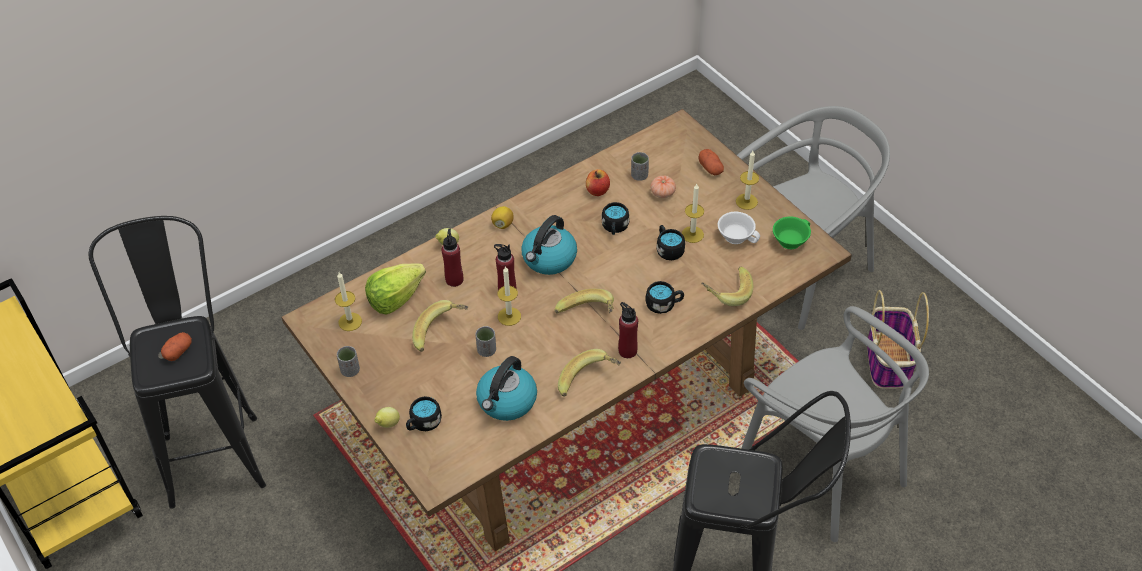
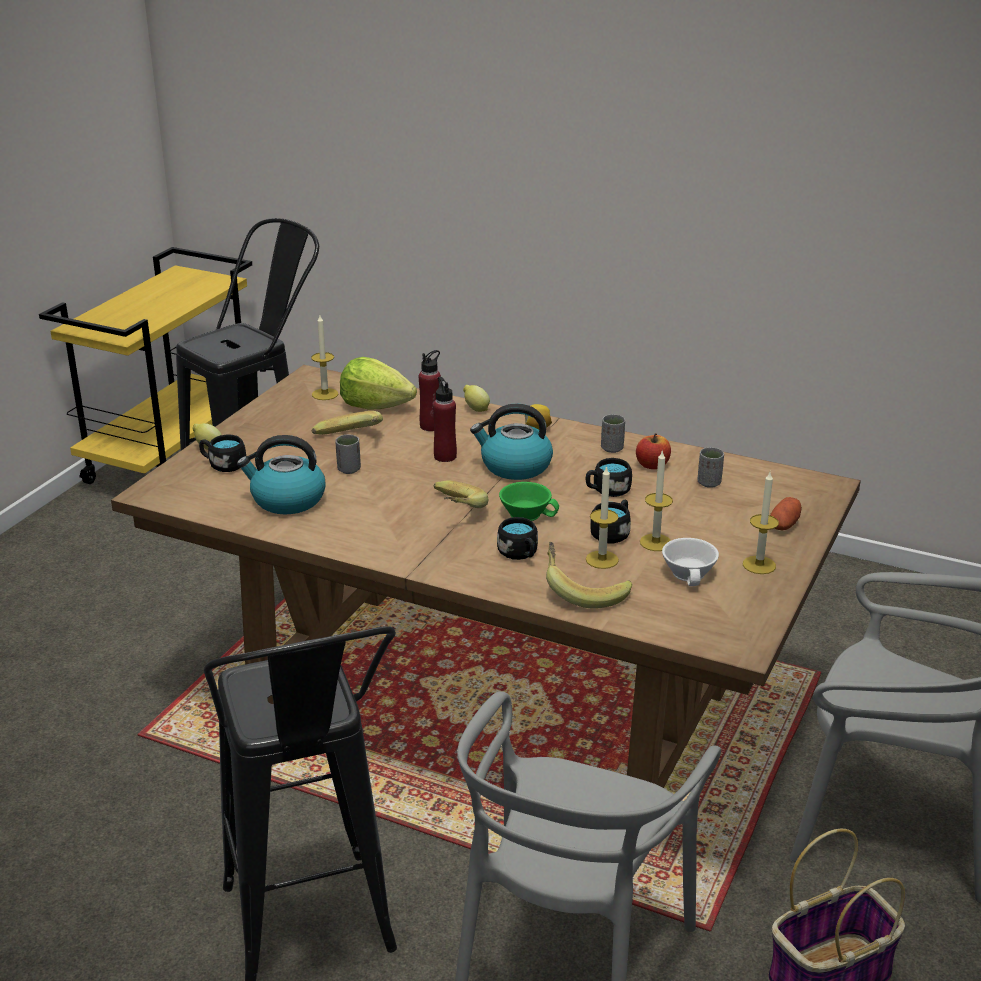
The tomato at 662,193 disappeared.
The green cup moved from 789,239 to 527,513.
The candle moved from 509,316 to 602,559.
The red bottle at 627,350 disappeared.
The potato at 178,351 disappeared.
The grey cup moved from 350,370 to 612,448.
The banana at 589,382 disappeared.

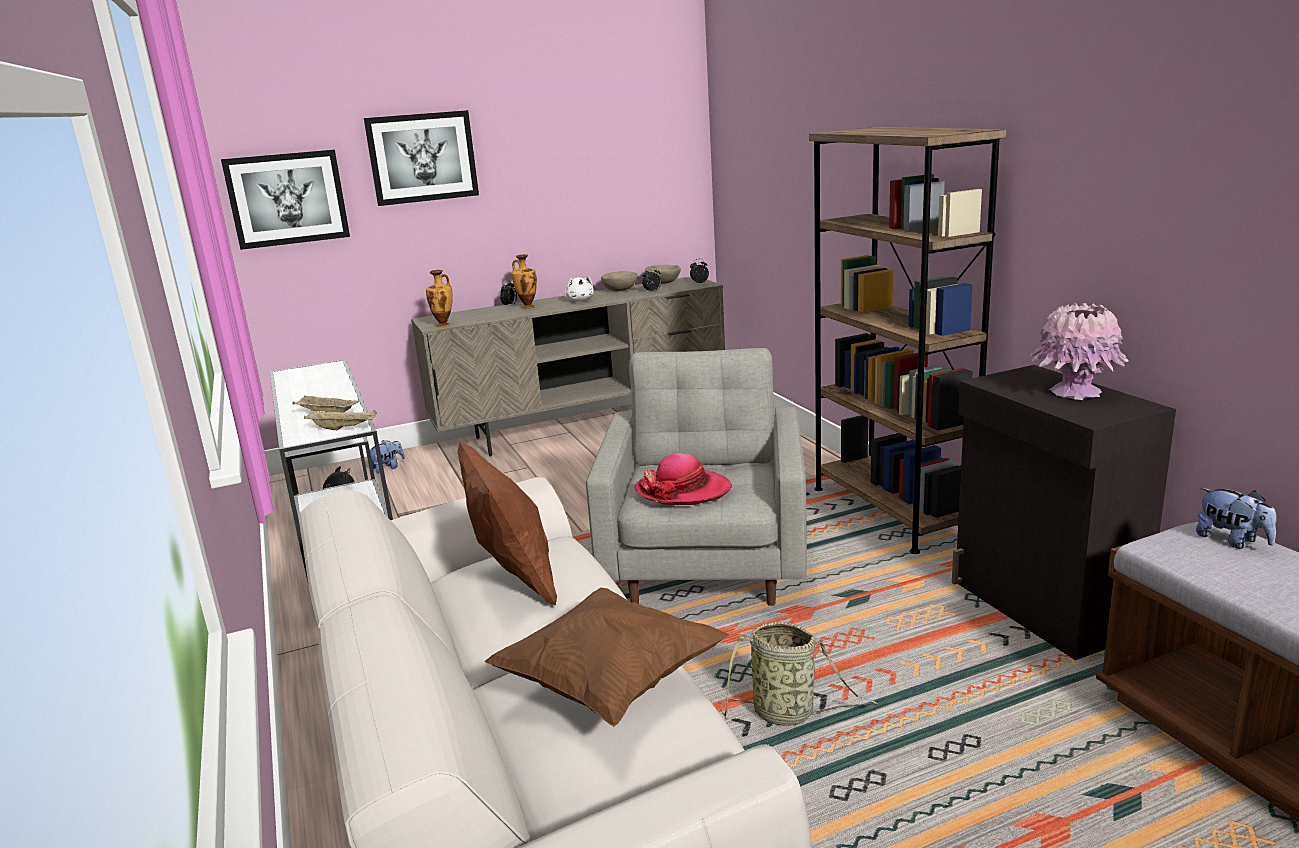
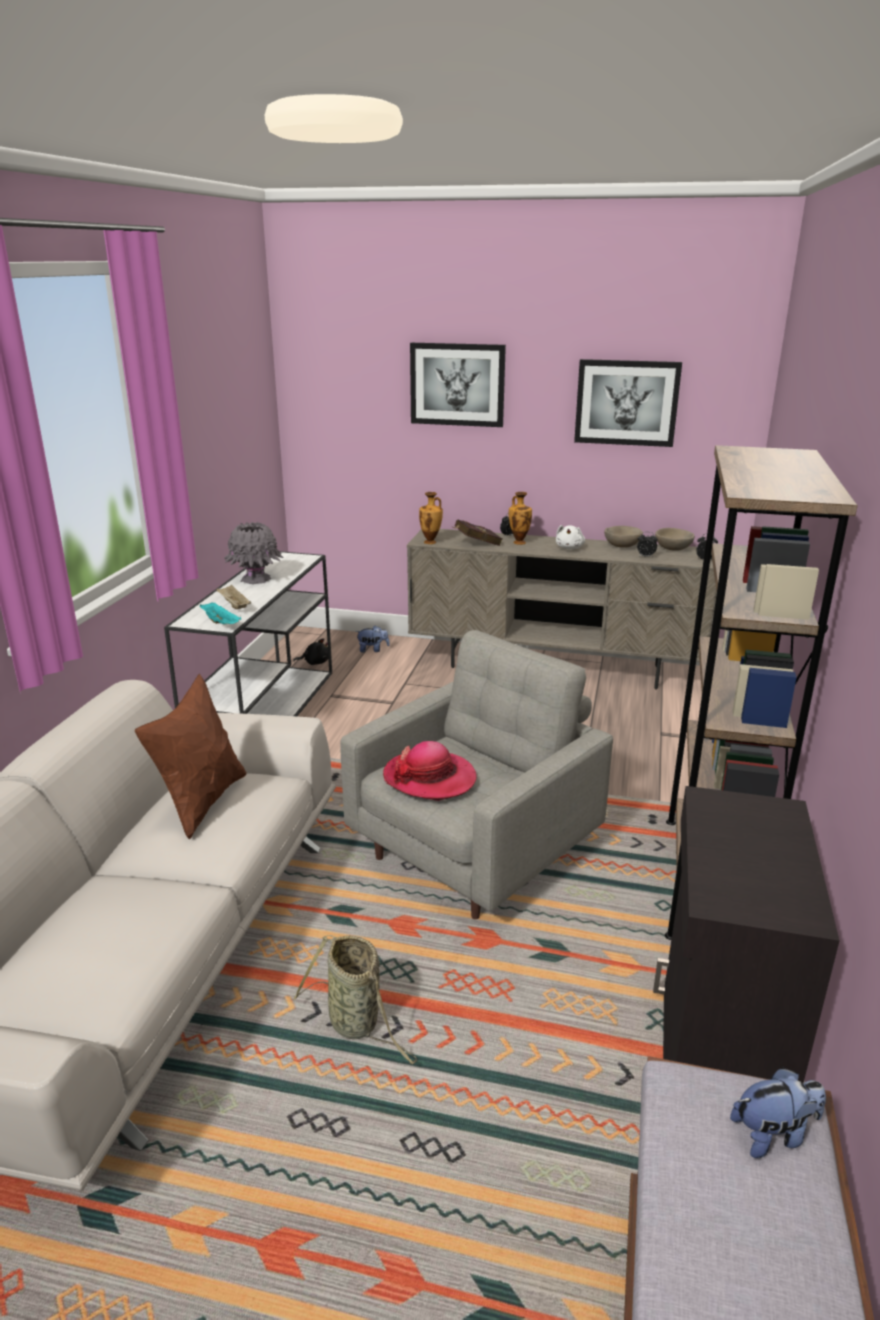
The picture moved from 287,199 to 626,402.
The pink vase at 1074,392 disappeared.
The beige tray at 344,428 became the turquoise tray at 221,623.
The plush toy at 1232,541 turned 105 degrees counterclockwise.
The brown pillow at 610,683 disappeared.
The red book at 475,544 appeared.
The grey vase at 255,579 appeared.

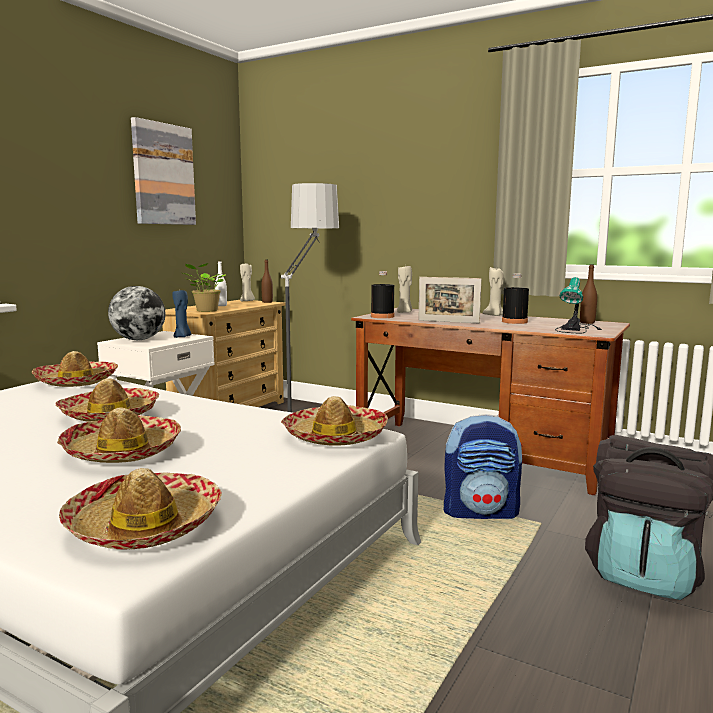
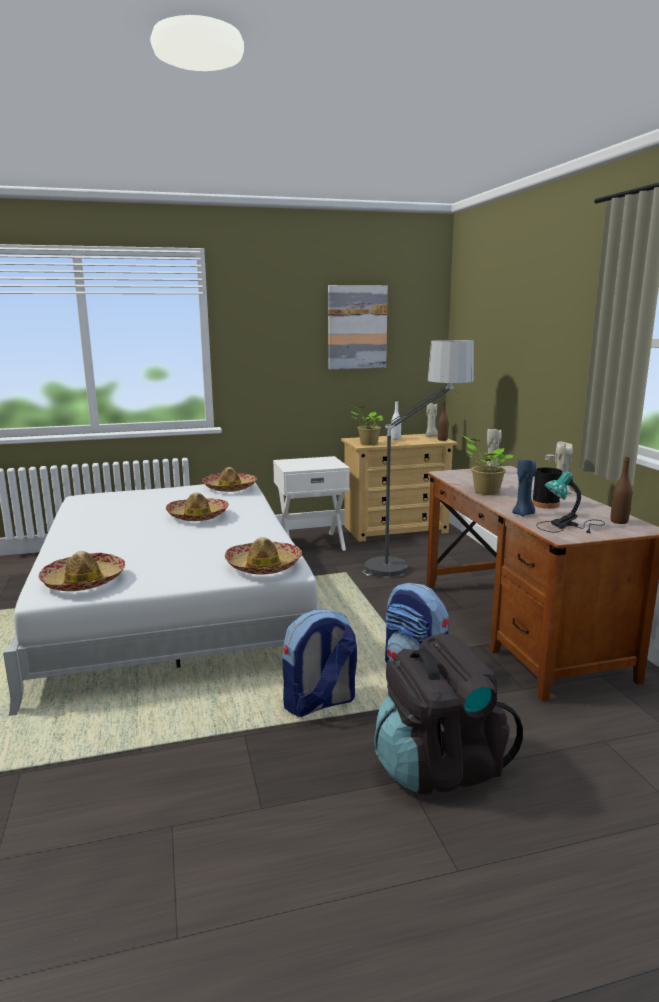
The black bottle at 382,316 disappeared.
The picture frame at 448,322 was replaced by the potted plant at 484,492.
The globe at 138,340 disappeared.
The blue candle moved from 182,337 to 523,514.
The hat at 122,451 disappeared.
The backpack at 319,704 appeared.

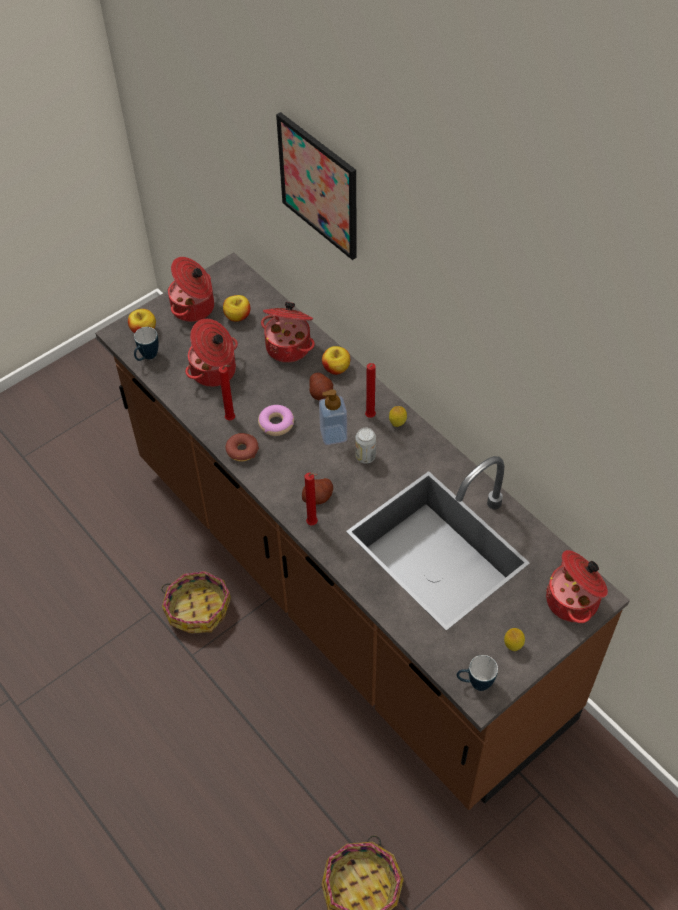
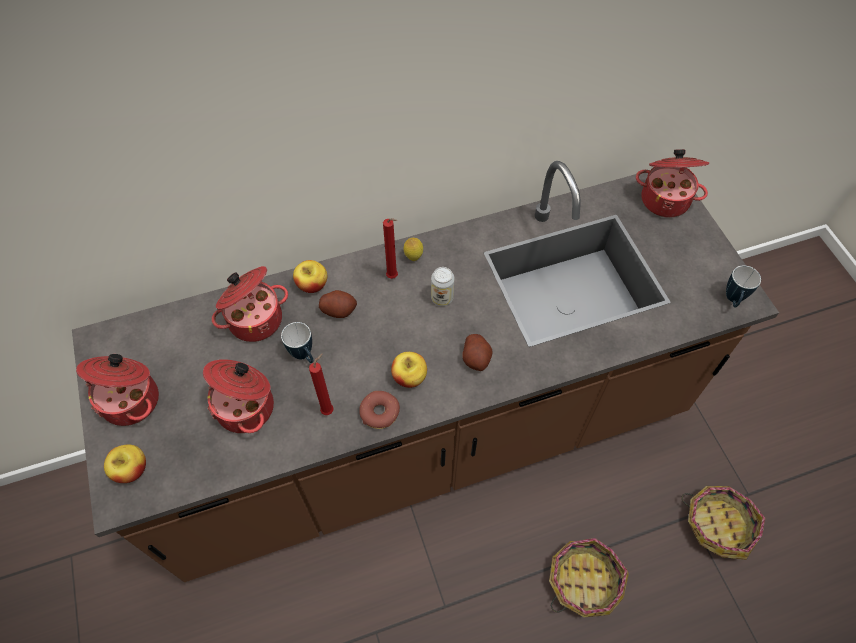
The picture at 319,186 disappeared.
The apple moved from 237,316 to 409,377.
The mug moved from 147,357 to 304,356.
The soap dispenser at 333,435 disappeared.
The donut at 276,424 disappeared.
The red candle at 313,524 disappeared.
The basket moved from 198,608 to 583,581.
The lemon at 512,646 disappeared.

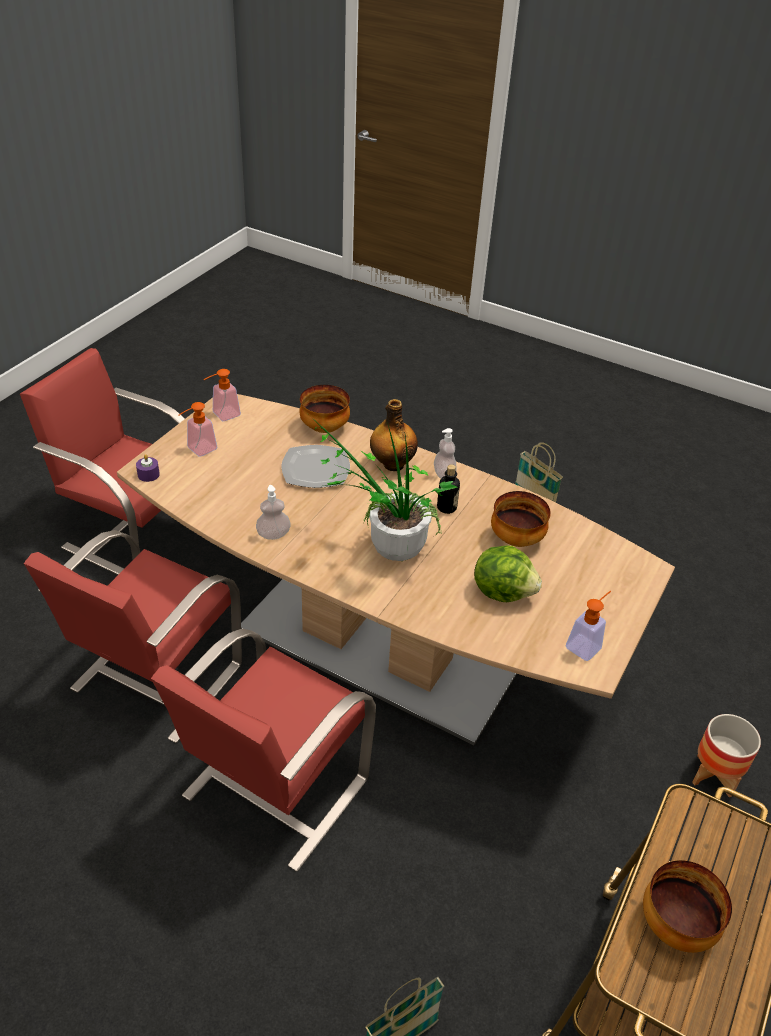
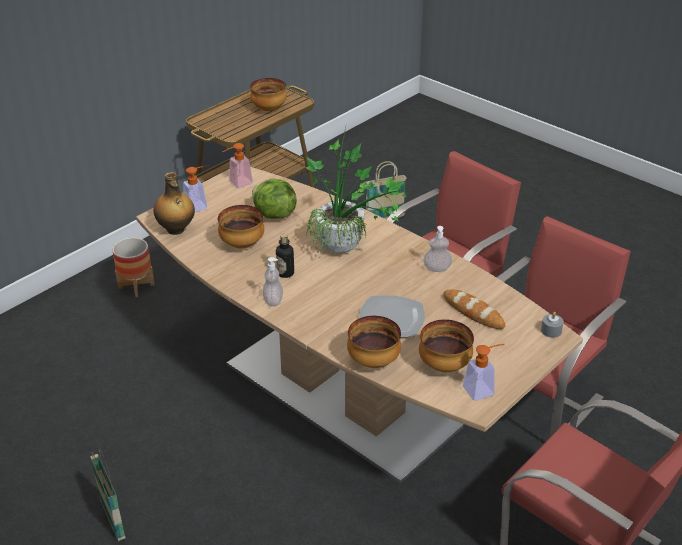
The bottle moved from 392,464 to 176,230.
The soap dispenser moved from 198,450 to 199,206.
The purple candle at 148,474 became the grey candle at 551,330.
The bread at 473,312 appeared.
The bowl at 444,366 appeared.

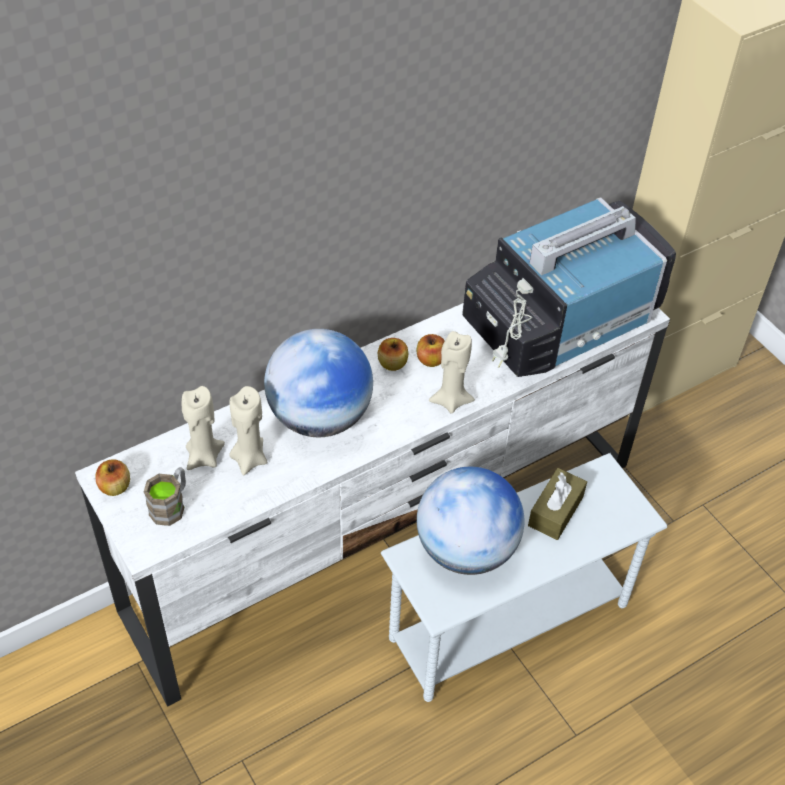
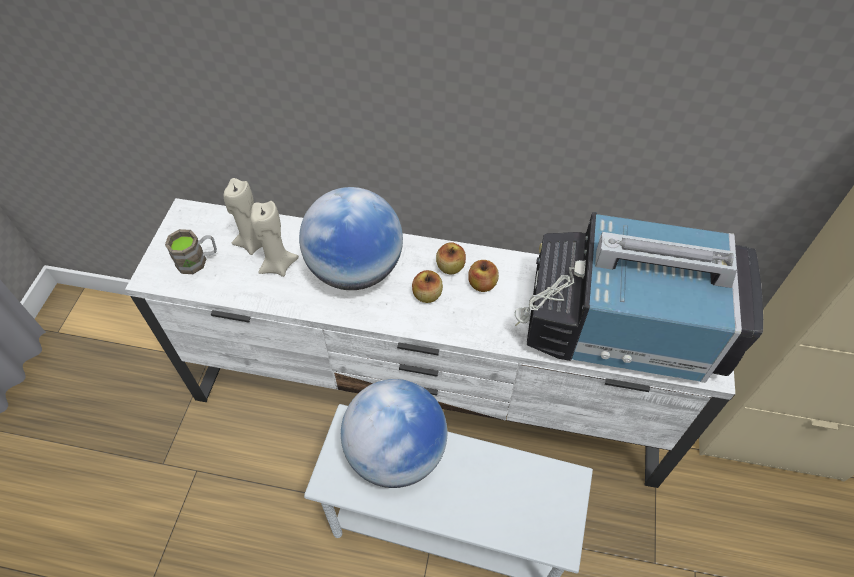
The beige candle at 450,400 disappeared.
The apple moved from 115,487 to 427,295.
The brown tissue box at 555,511 disappeared.

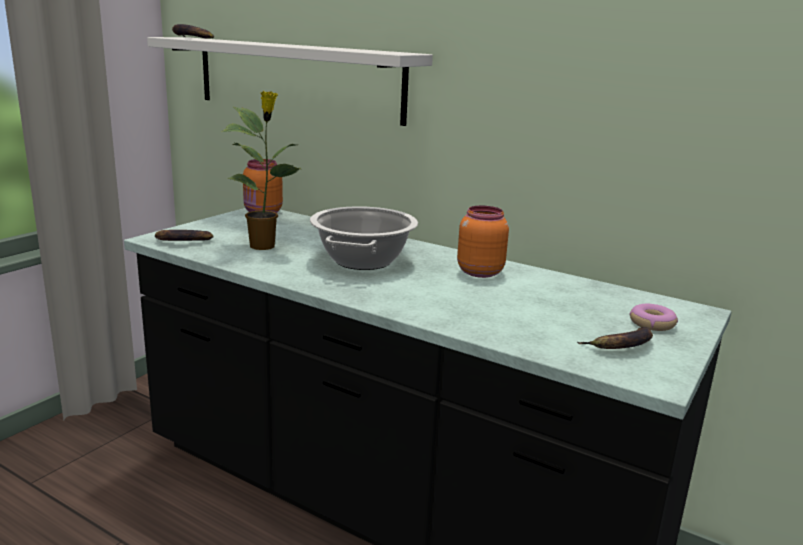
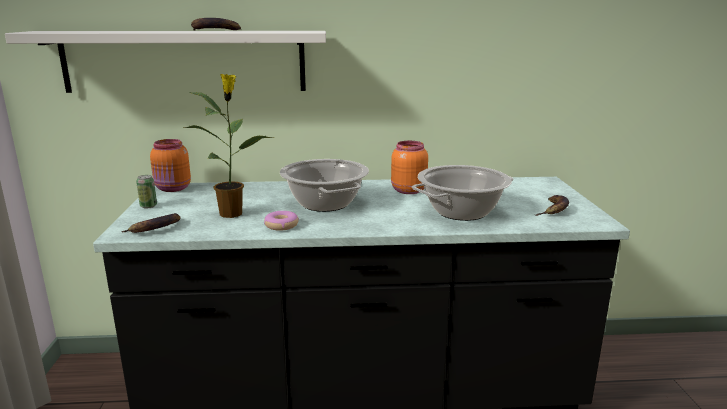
The banana moved from 190,38 to 214,31.
The donut moved from 652,323 to 281,225.
The cooking pot at 461,212 appeared.
The can at 148,206 appeared.

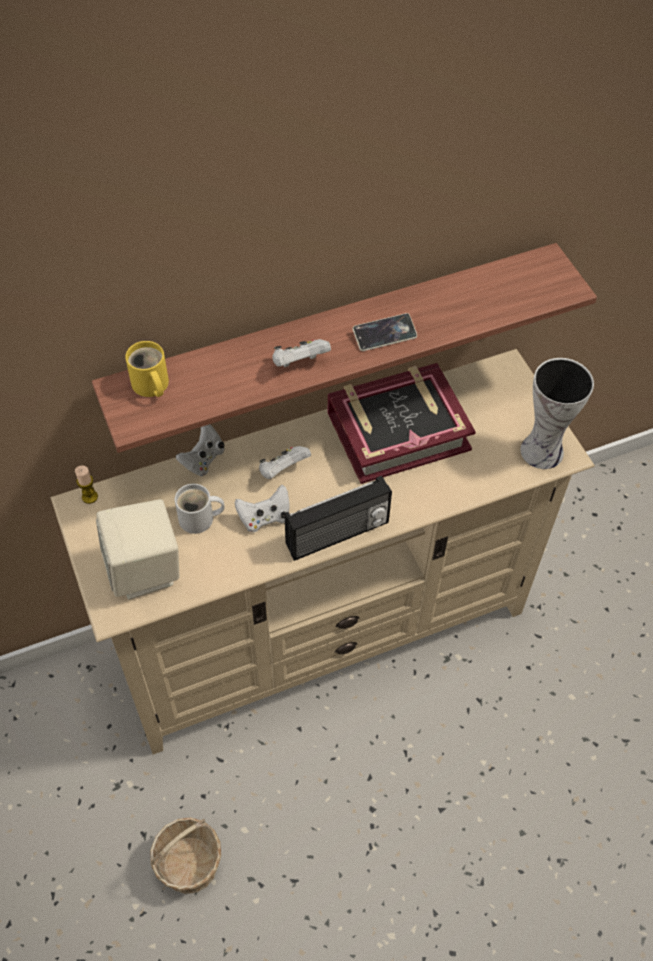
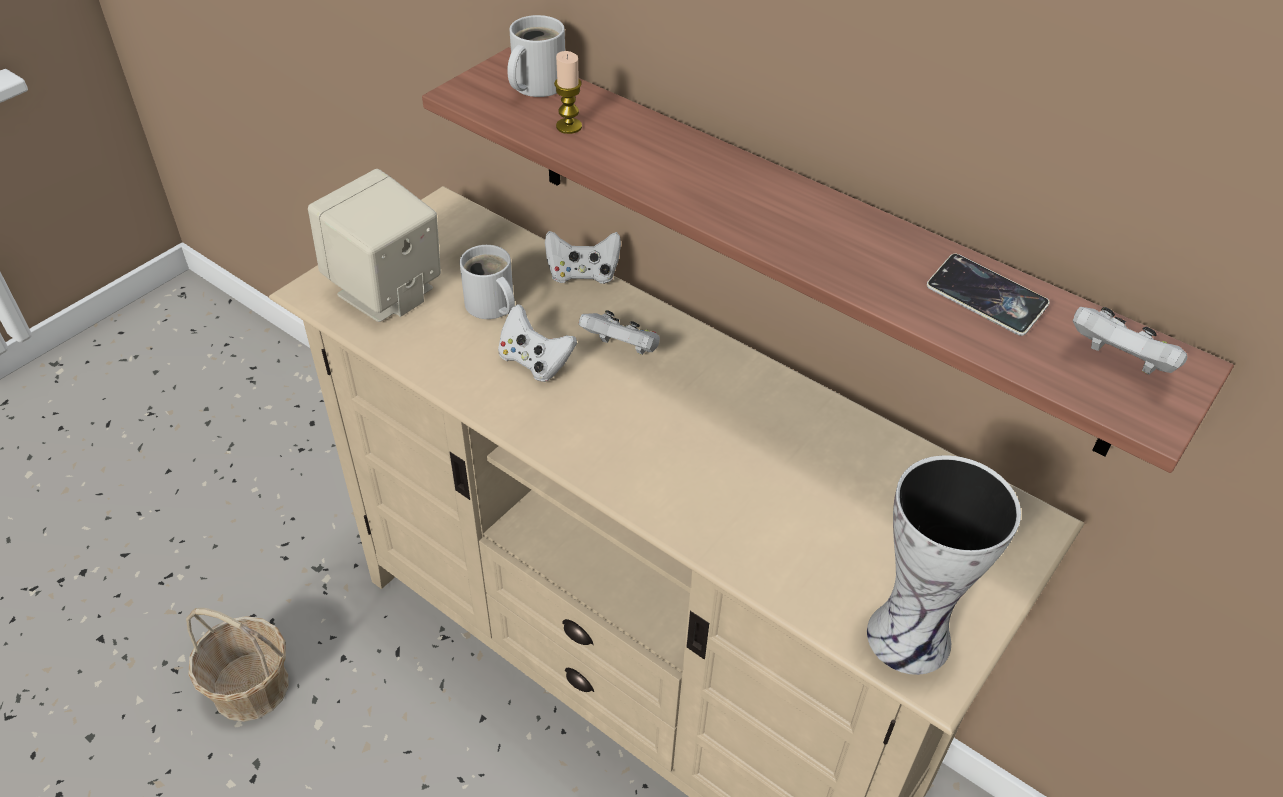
The phone moved from 384,335 to 984,300.
The white game controller moved from 299,363 to 1118,363.
The yellow mug at 150,386 became the white mug at 534,85.
The book at 398,430 disappeared.
The candle moved from 90,497 to 569,126.
The radio at 338,535 disappeared.

